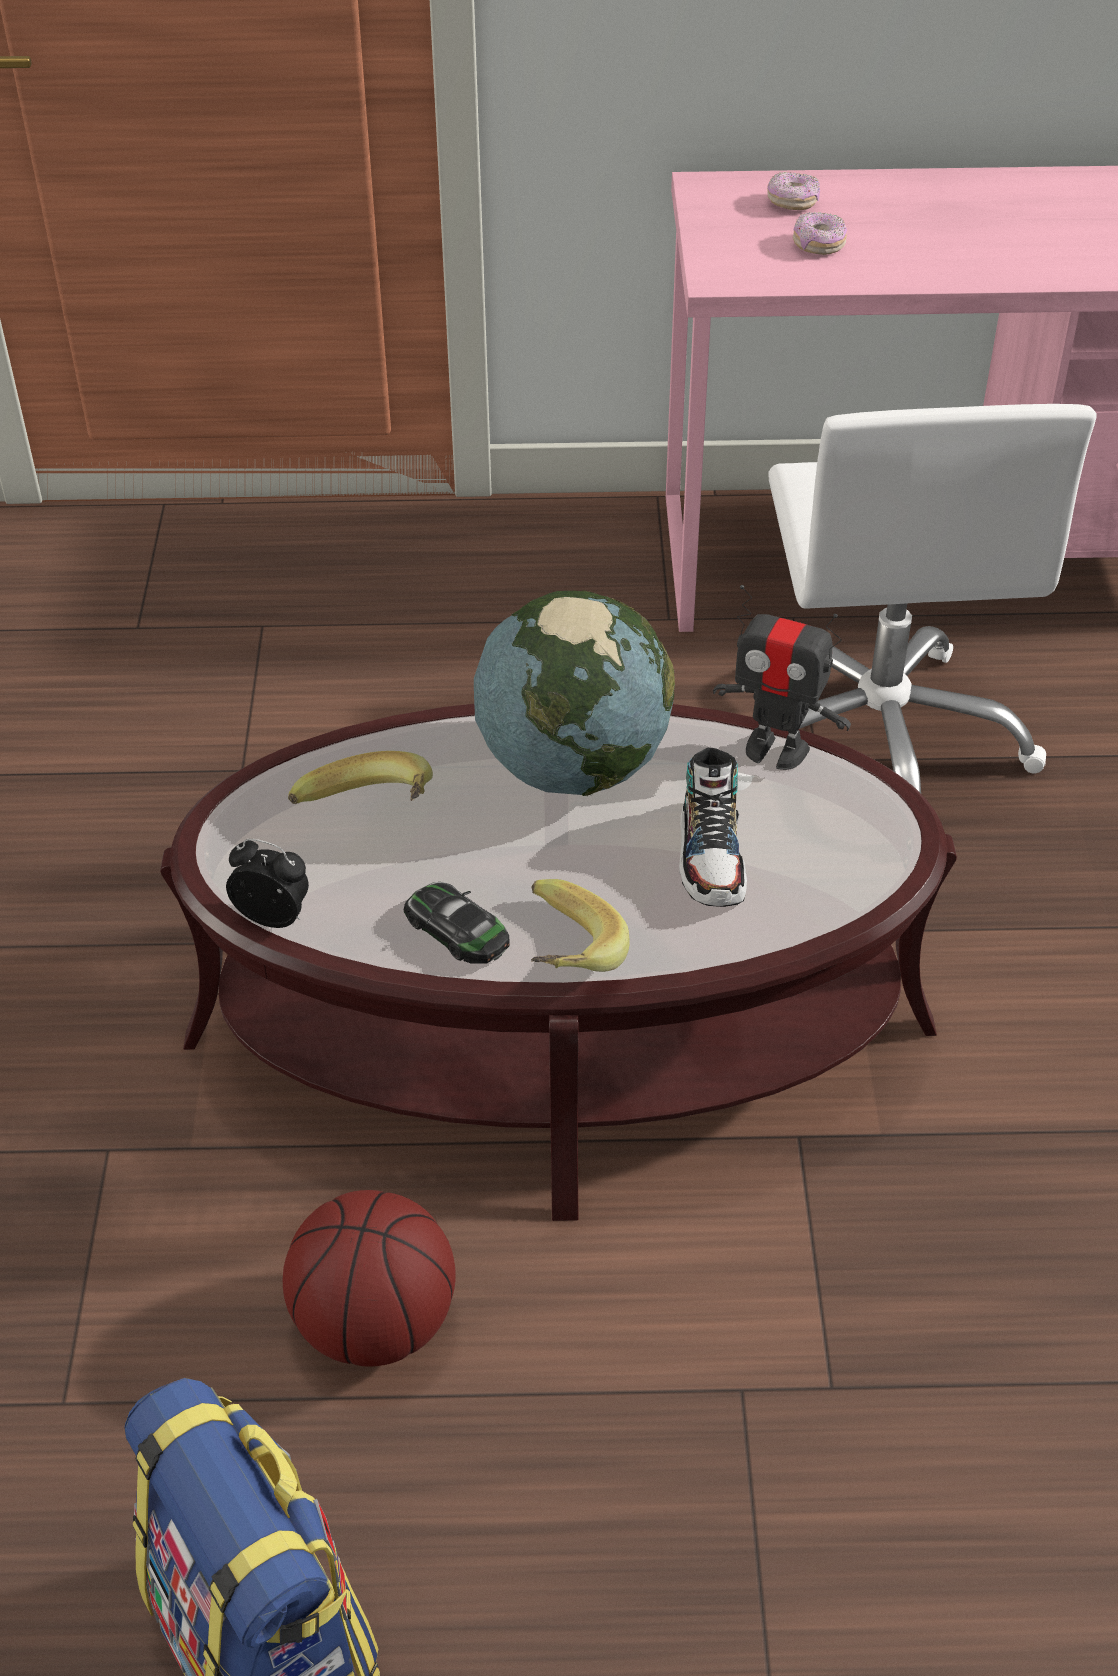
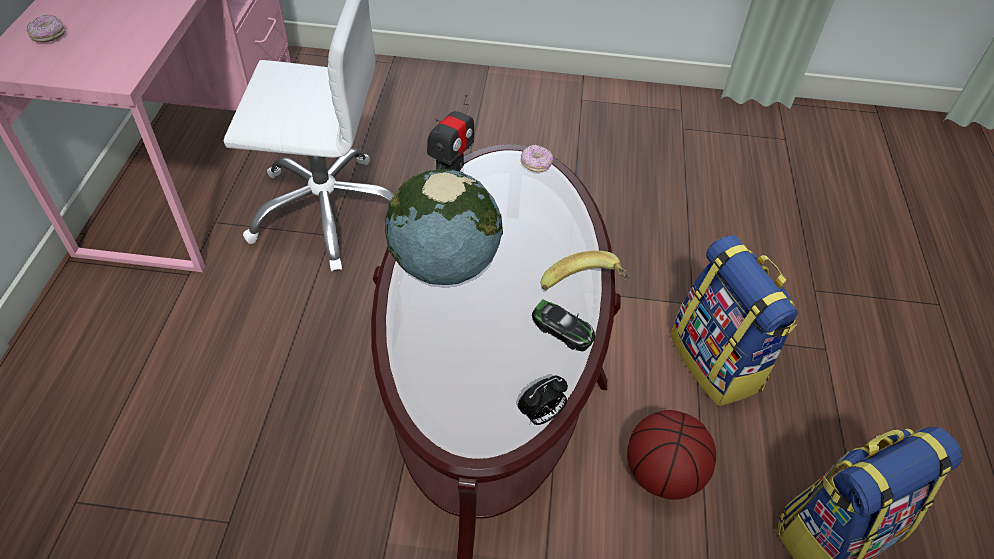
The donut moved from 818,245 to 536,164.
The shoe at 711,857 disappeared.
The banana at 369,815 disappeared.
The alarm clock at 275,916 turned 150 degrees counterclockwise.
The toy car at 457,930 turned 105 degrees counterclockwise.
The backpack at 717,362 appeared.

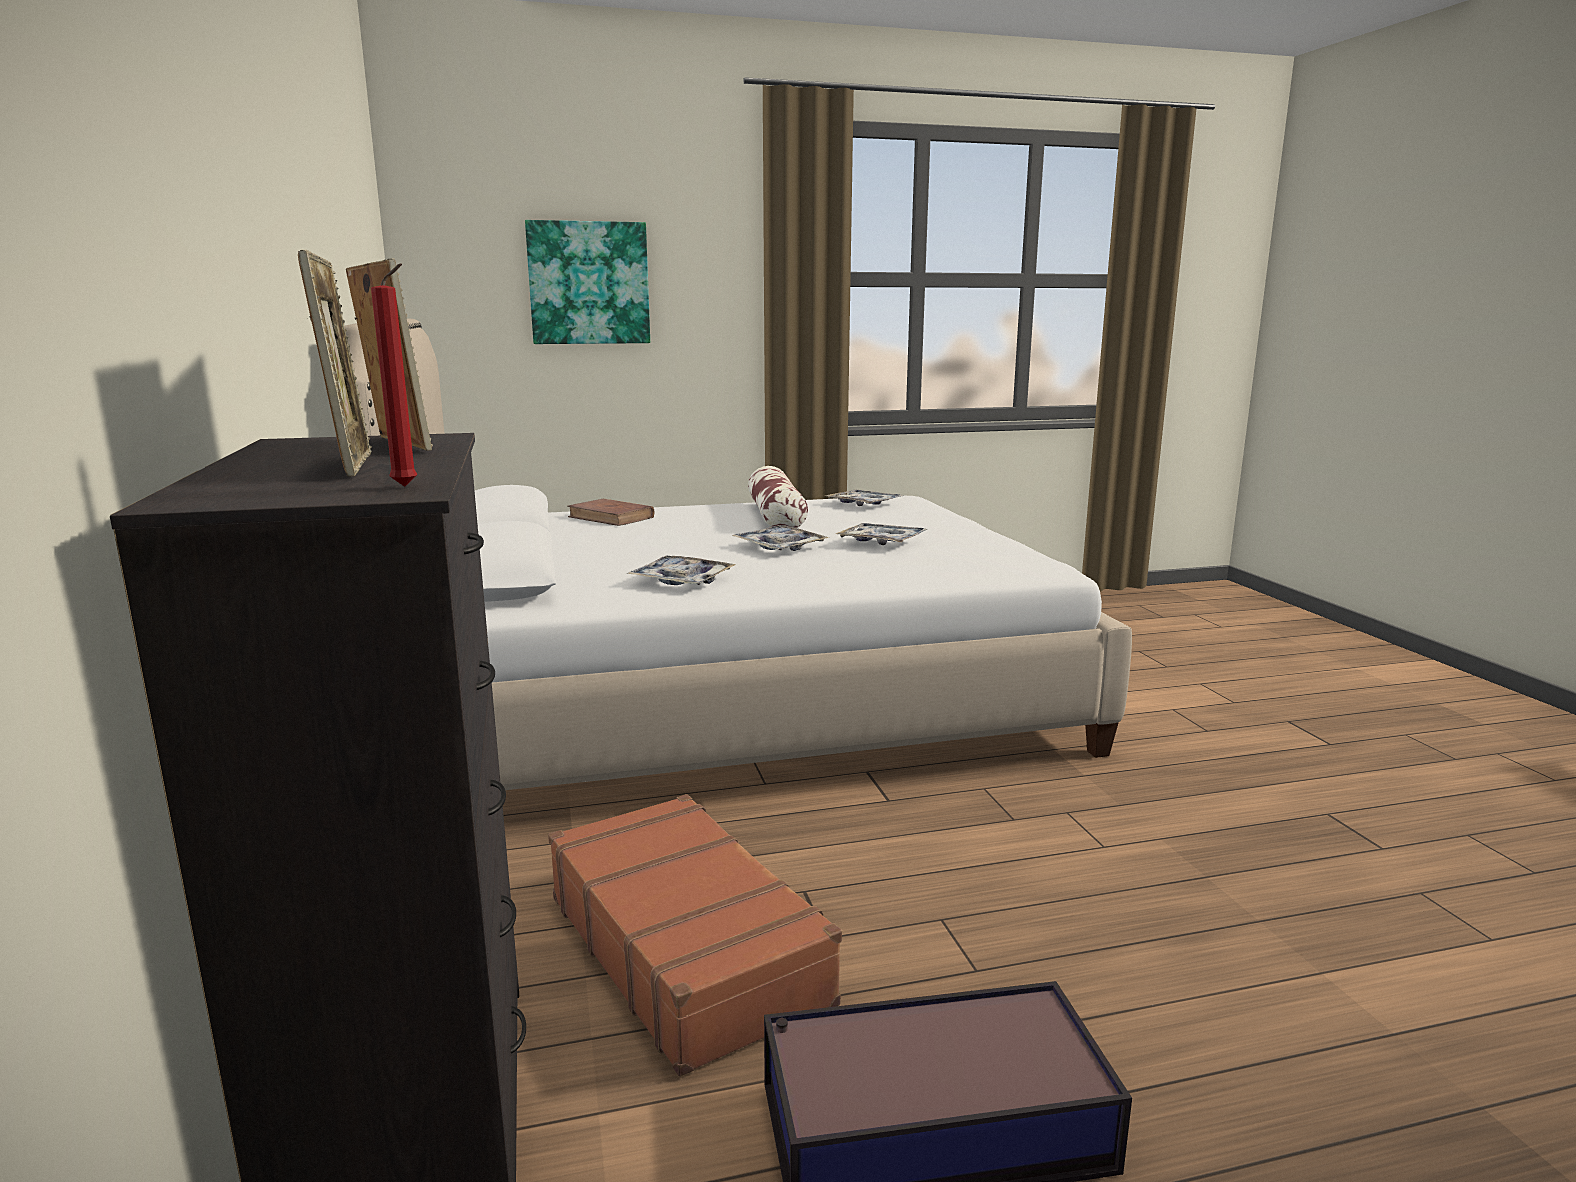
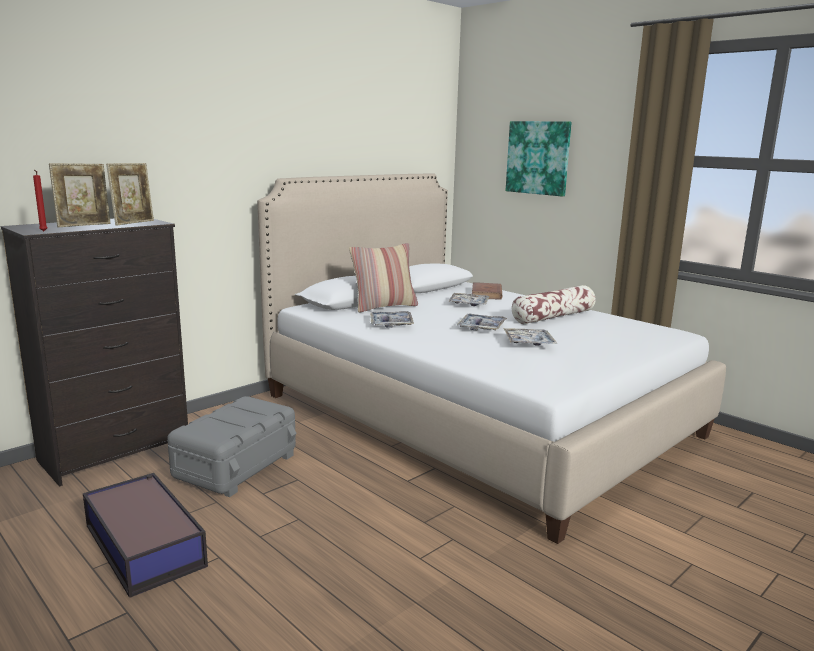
The tray moved from 864,504 to 469,304.
The brown suitcase at 687,948 was replaced by the grey storage box at 235,466.
The pillow at 384,307 appeared.

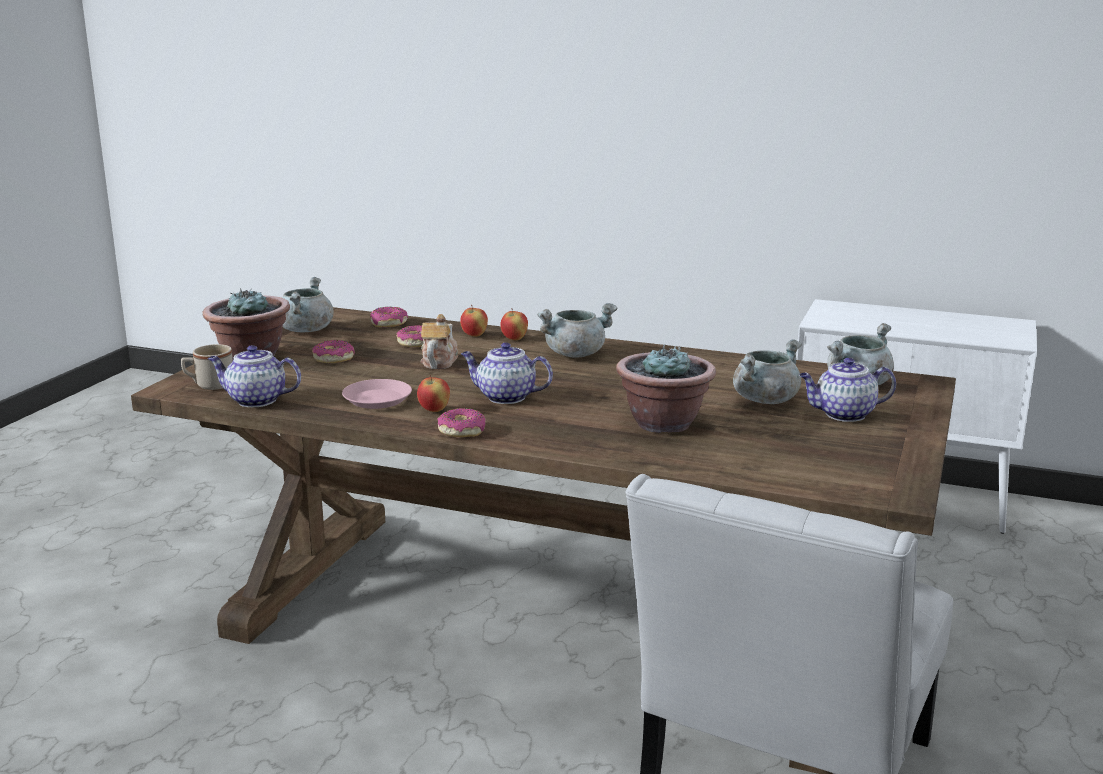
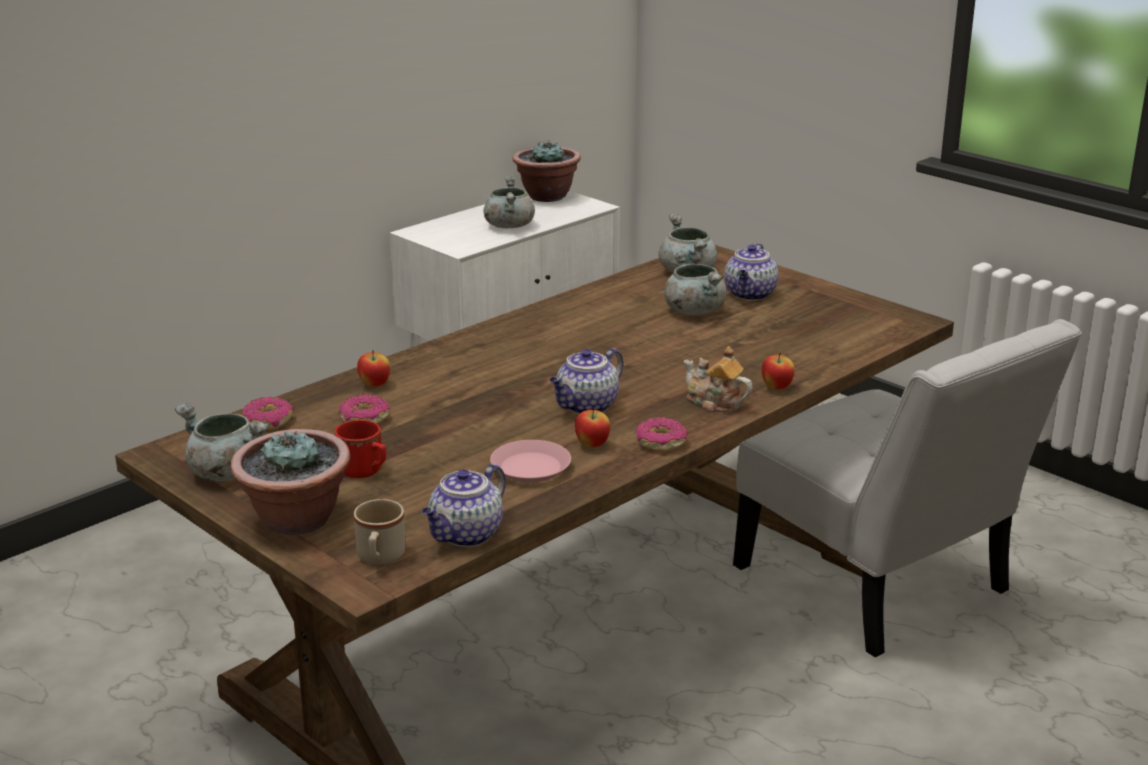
The grey cooking pot moved from 575,354 to 508,225.
The apple moved from 514,339 to 776,388.
The teapot moved from 439,362 to 714,403.
The donut at 333,359 was replaced by the red mug at 365,471.
The potted plant moved from 663,423 to 546,196.

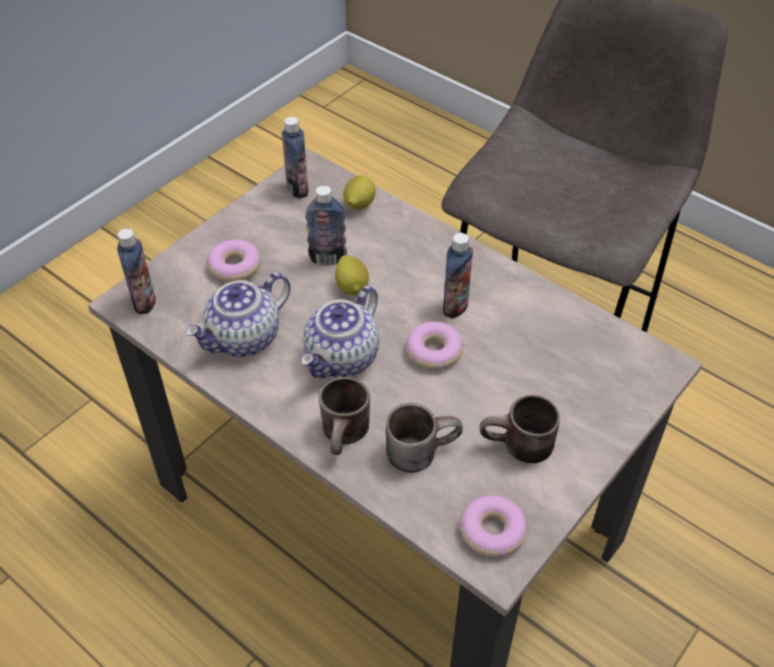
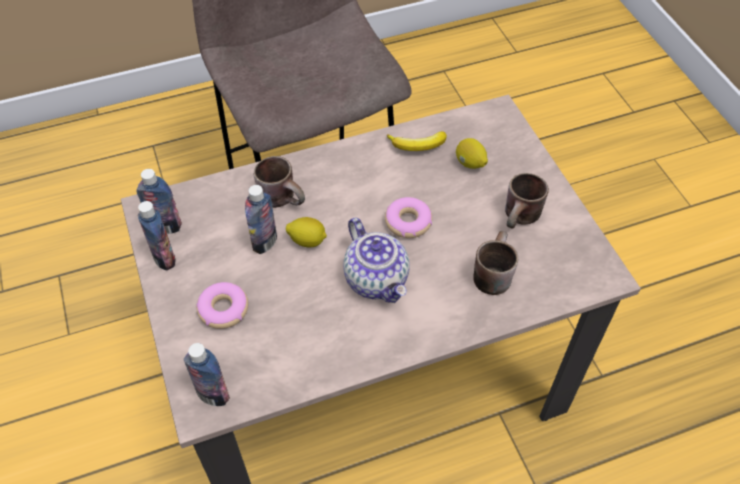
The lemon moved from 359,205 to 470,163.
The bottle moved from 455,306 to 164,258.
The teapot at 244,339 disappeared.
The brown mug moved from 348,436 to 284,197.
The donut at 492,531 disappeared.
The banana at 418,146 appeared.

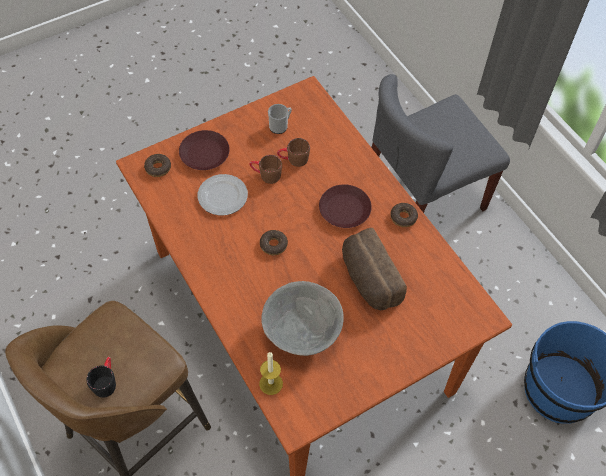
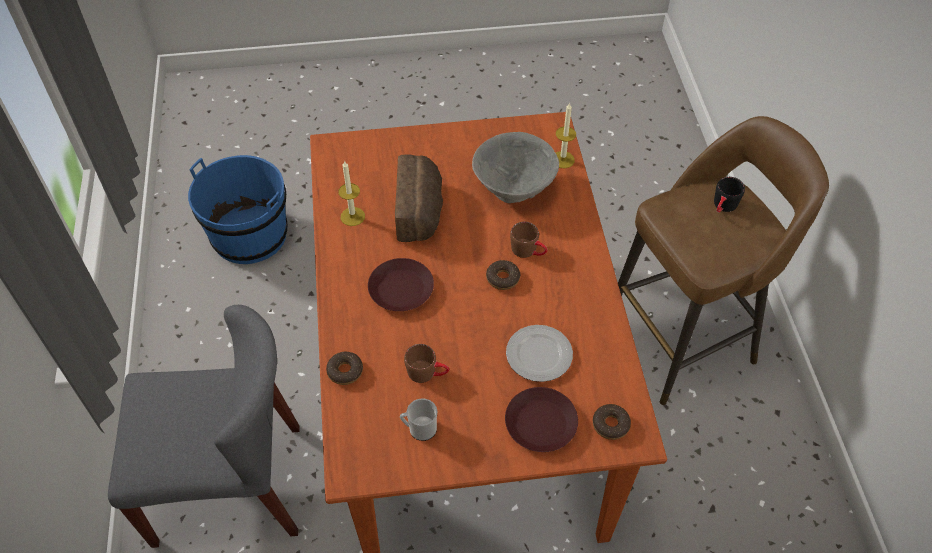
The brown mug moved from 265,175 to 529,251.
The donut moved from 403,217 to 345,371.
The candle at 352,216 appeared.

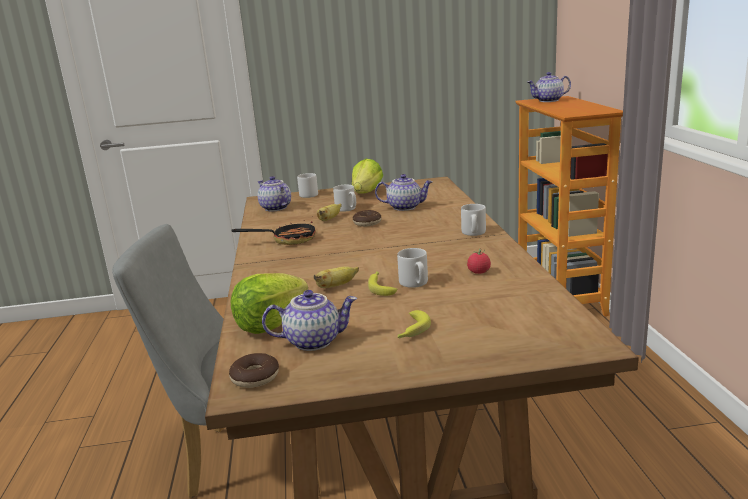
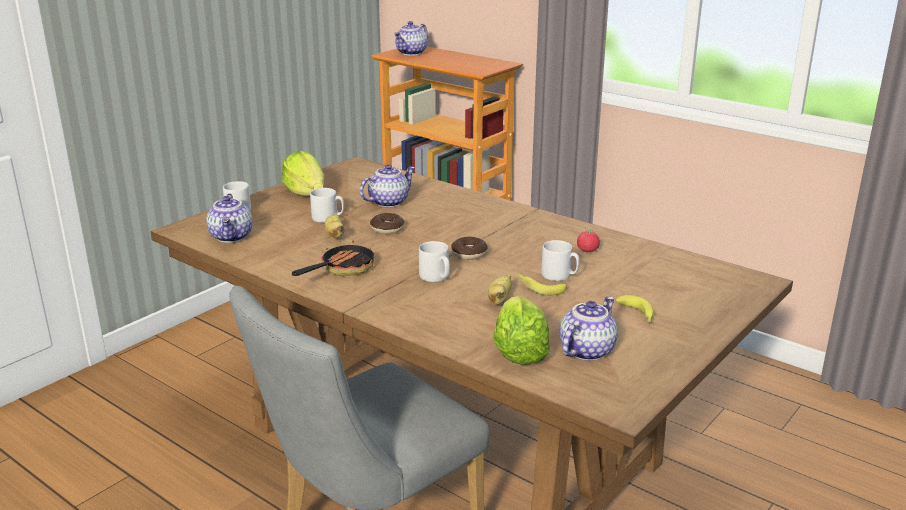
The teapot at 275,208 turned 105 degrees counterclockwise.
The grey mug moved from 473,233 to 436,277.
The donut moved from 255,377 to 469,254.

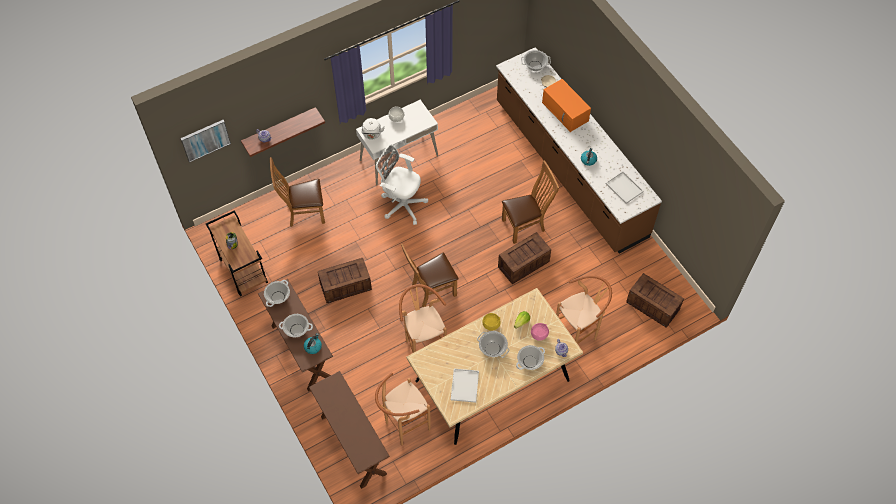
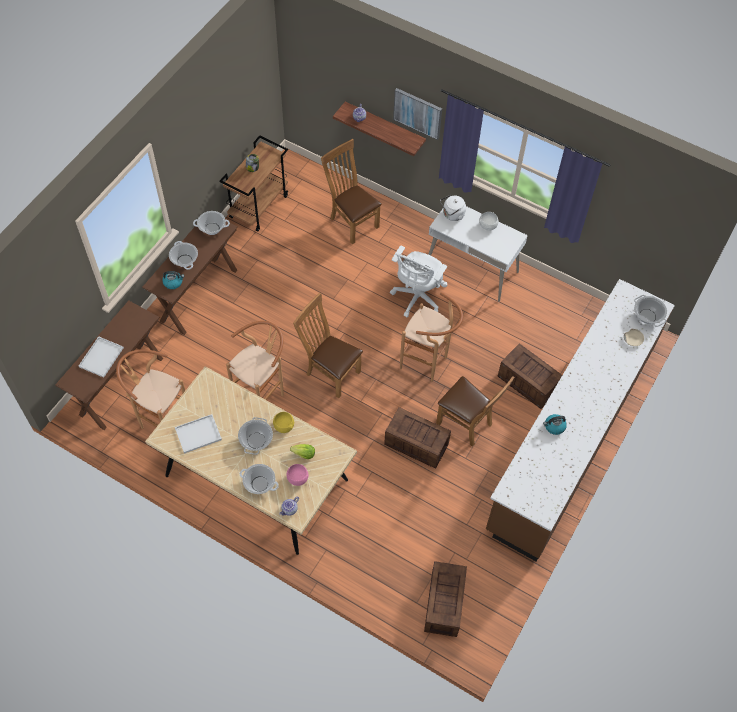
The orange microwave at 565,112 disappeared.
The picture moved from 205,140 to 418,113.
The white office chair at 402,204 turned 150 degrees counterclockwise.
The white tray moved from 625,188 to 101,358.
The crate moved from 346,286 to 528,383.
The brown stool moved from 578,334 to 428,364.

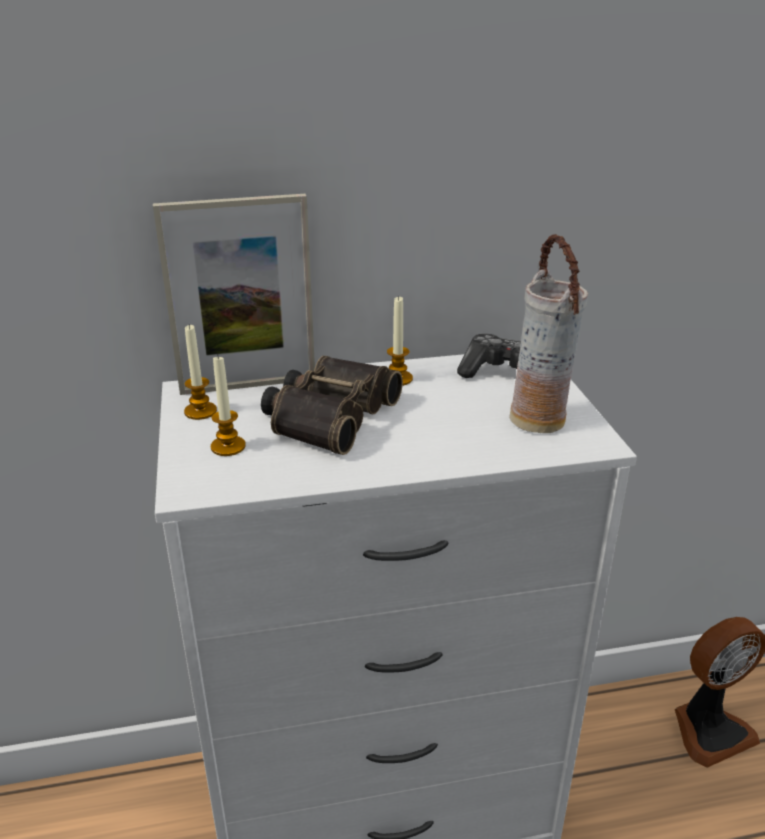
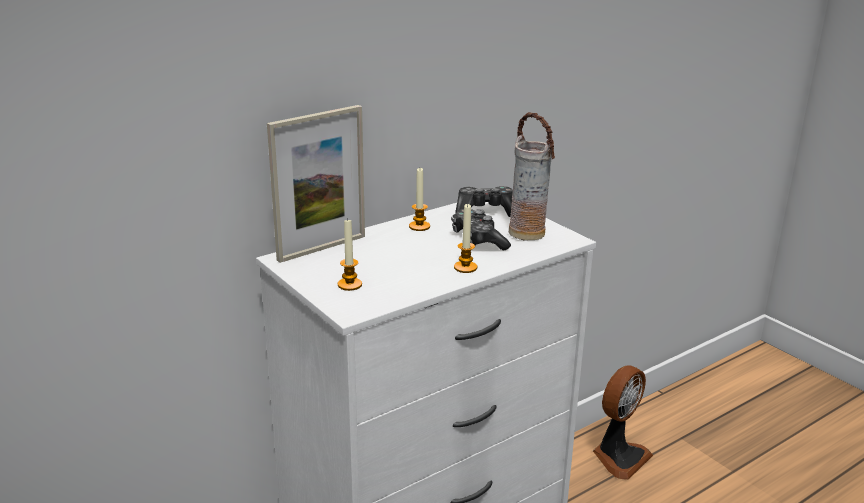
The candle moved from 200,411 to 465,267.
The binoculars at 328,415 disappeared.
The game controller at 478,240 appeared.

